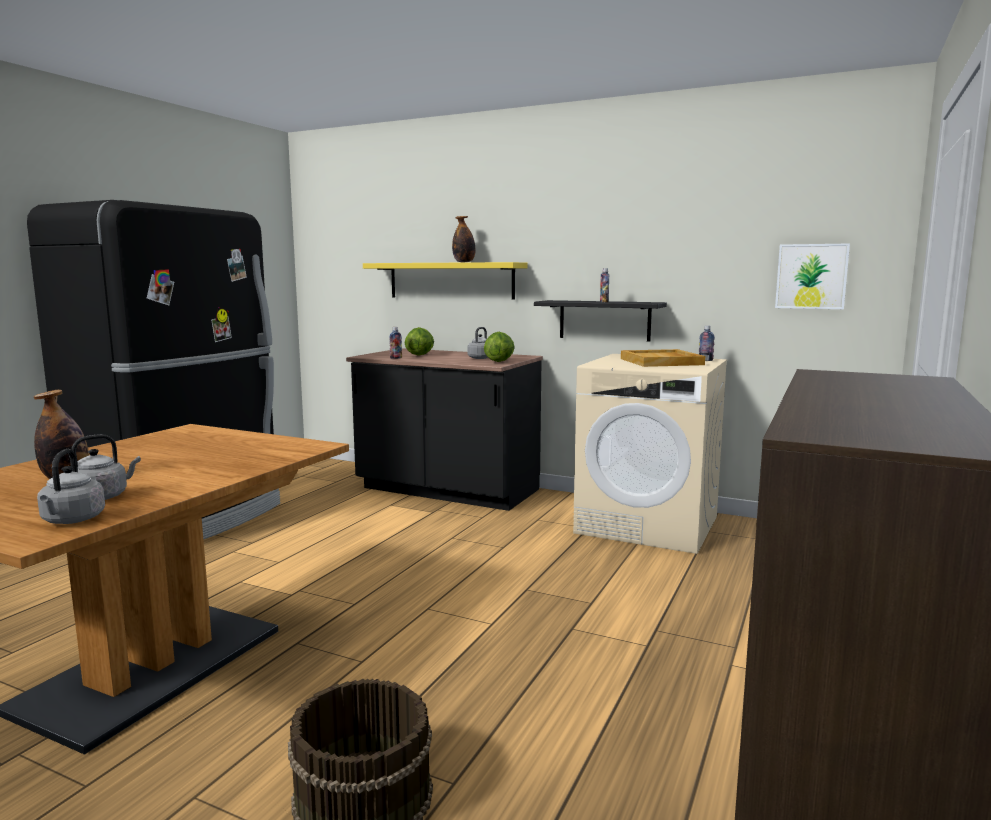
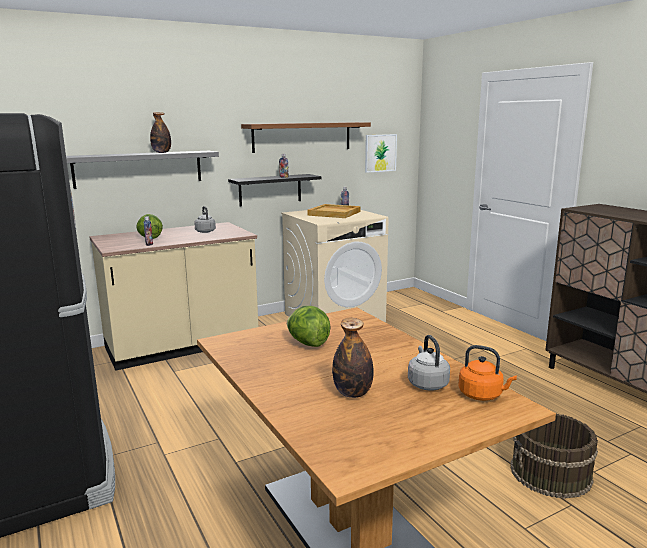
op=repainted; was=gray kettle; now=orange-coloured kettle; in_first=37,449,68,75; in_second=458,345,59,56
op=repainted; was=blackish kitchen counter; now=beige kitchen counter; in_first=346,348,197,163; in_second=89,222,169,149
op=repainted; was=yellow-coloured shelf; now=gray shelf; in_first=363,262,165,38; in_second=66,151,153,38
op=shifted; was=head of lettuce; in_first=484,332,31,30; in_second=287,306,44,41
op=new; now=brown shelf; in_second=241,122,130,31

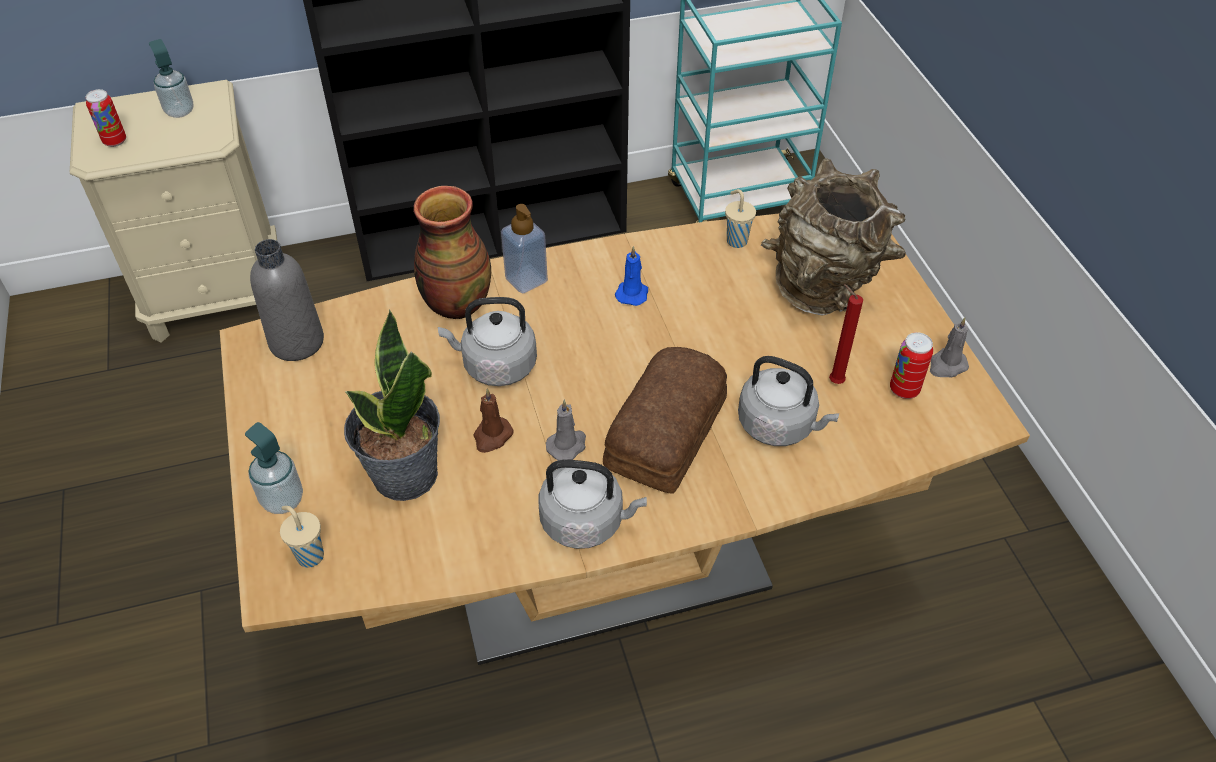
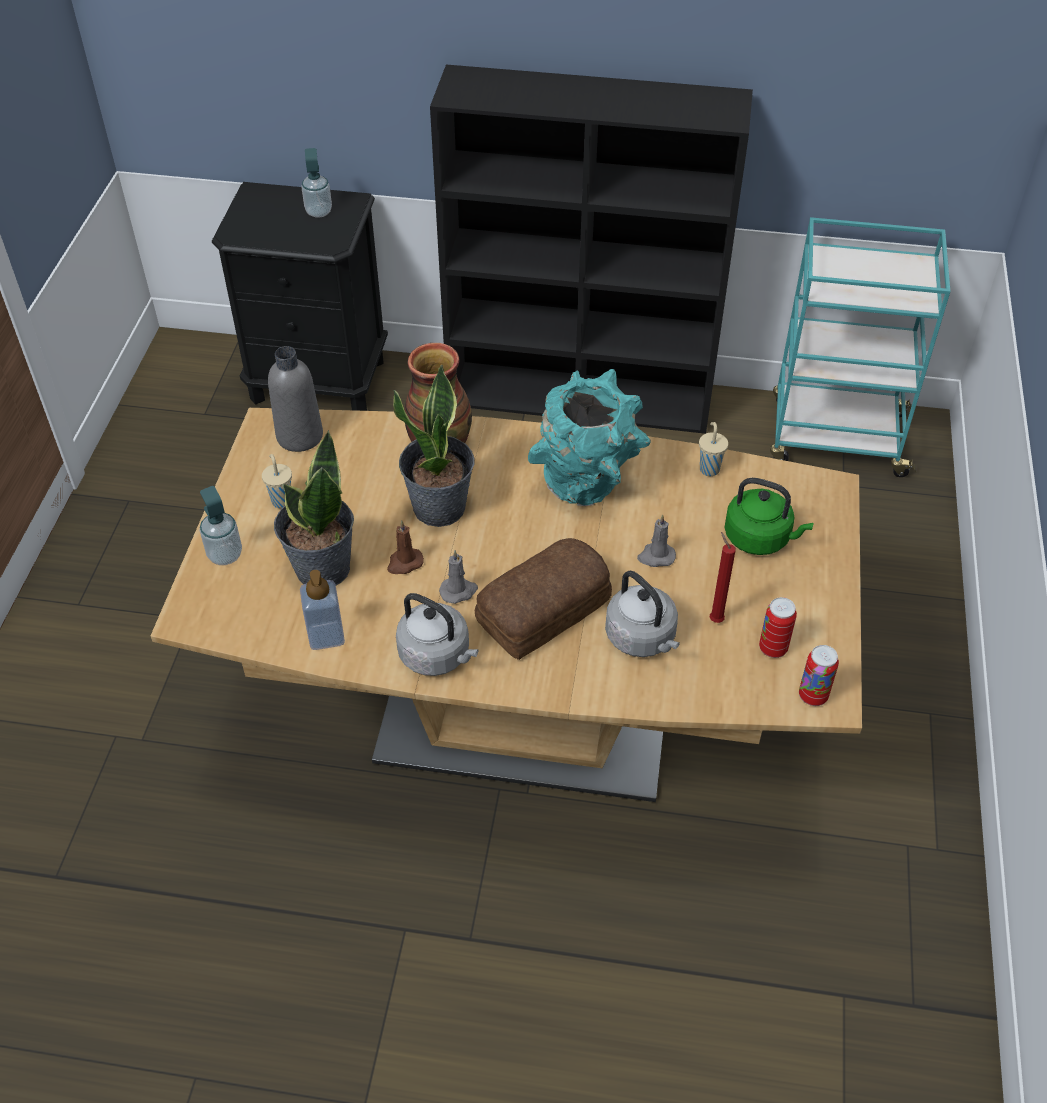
op=repainted; was=beige nightstand; now=blackish nightstand; in_first=70,80,207,263; in_second=212,182,176,229
op=shifted; was=sealed can; in_first=86,89,40,58; in_second=799,645,40,61
op=shifted; was=beige drinking cup; in_first=280,506,44,62; in_second=262,454,30,54
op=swapped; was=gray kettle; now=plant in a pot; in_first=438,297,99,89; in_second=393,364,81,163
op=shifted; was=liquid soap bottle; in_first=501,204,47,90; in_second=300,570,45,80
op=swapped; was=bluish candle; now=turquoise flower vase; in_first=615,246,33,60; in_second=528,369,123,137
op=swapped; was=brown flower vase; now=green kettle; in_first=761,158,145,157; in_second=725,478,88,77
op=shifted; was=gray candle; in_first=930,317,39,60; in_second=637,514,39,53

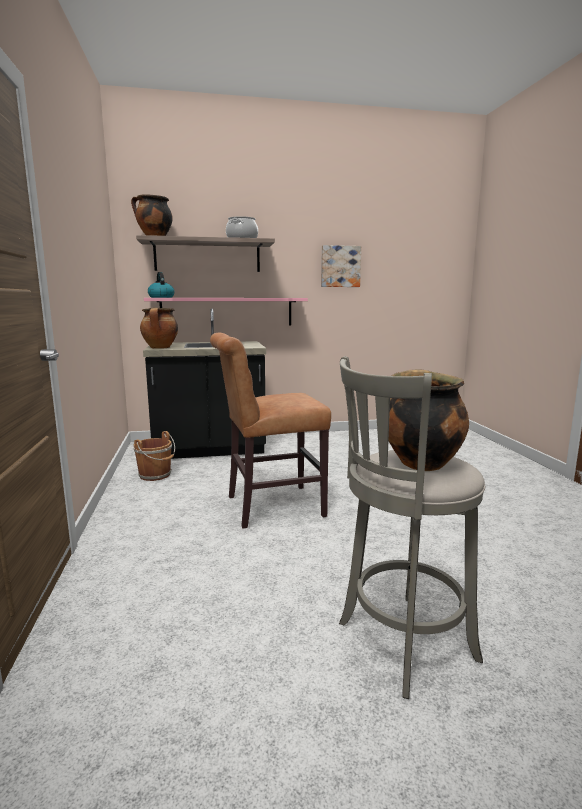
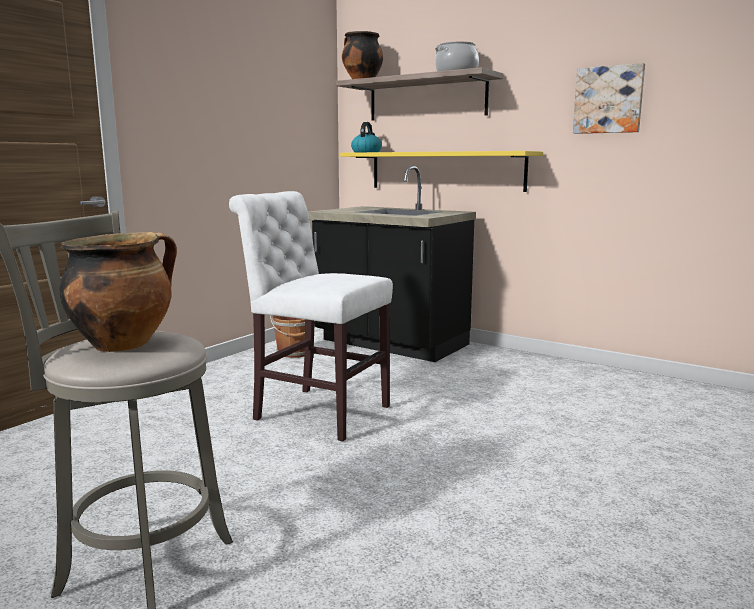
op=gone; was=saucepot; in_first=140,307,38,42
op=repainted; was=pink shelf; now=yellow-coloured shelf; in_first=144,298,164,28; in_second=340,151,203,41
op=repainted; was=brown chair; now=whitish chair; in_first=210,333,121,196; in_second=229,191,164,251

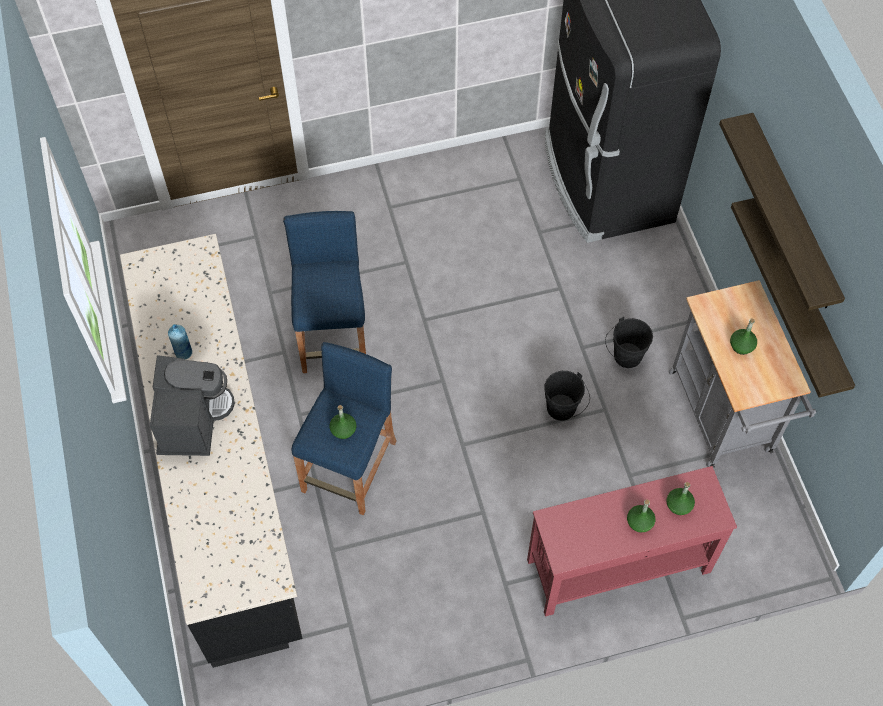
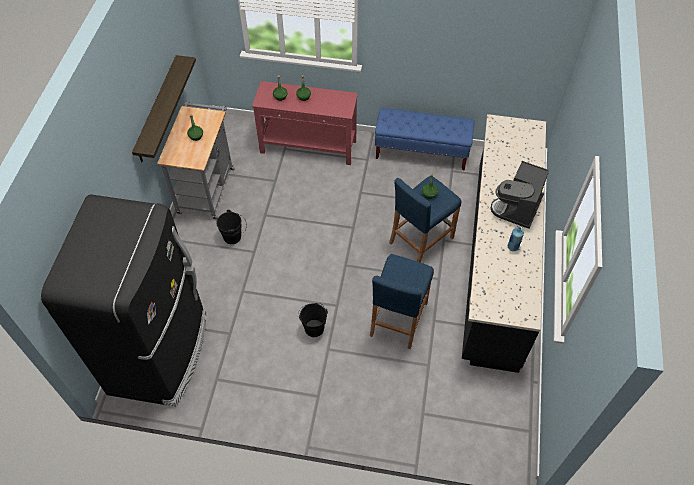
op=shifted; was=blackish bucket; in_first=545,371,45,50; in_second=299,303,29,34
op=gone; was=shelf; in_first=719,113,126,198
op=new; now=bluish indoor bench; in_second=375,108,99,62

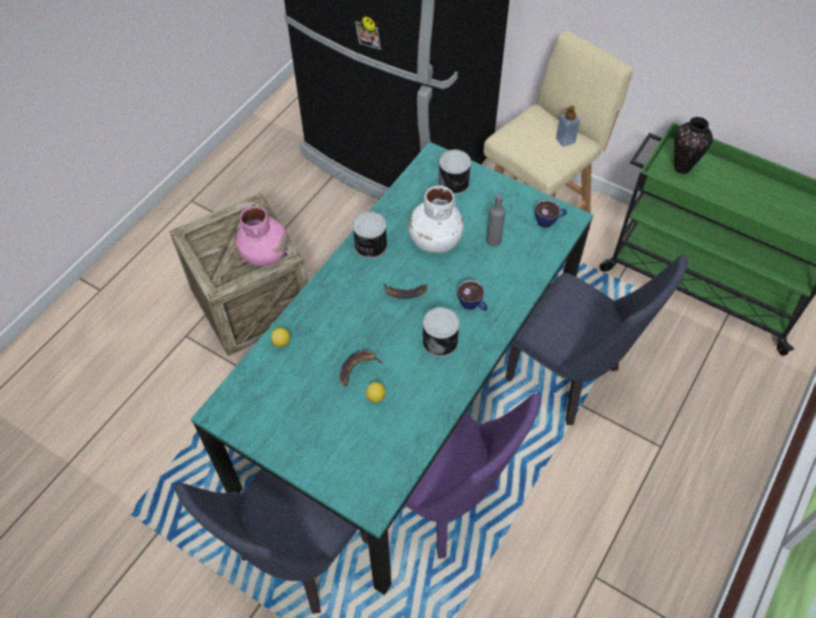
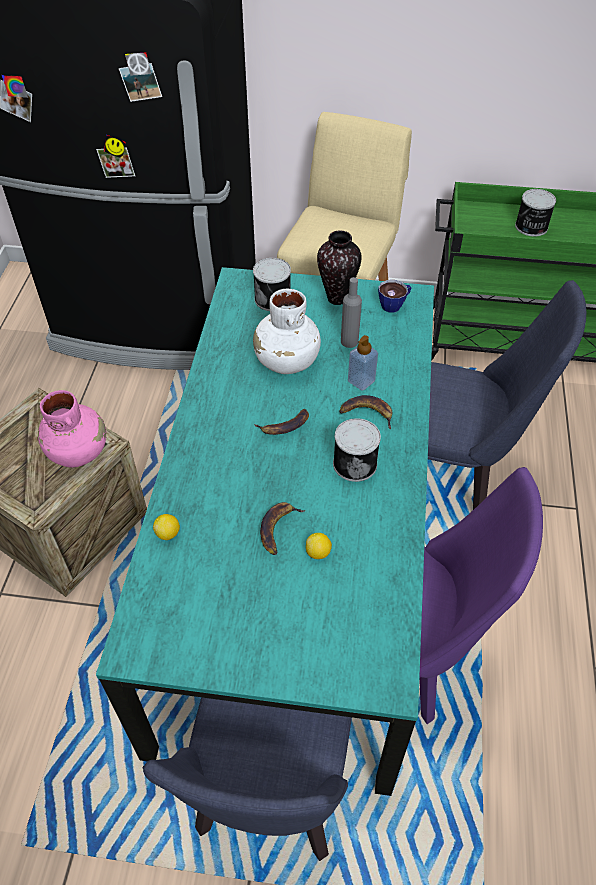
op=shifted; was=sealed can; in_first=353,211,34,48; in_second=515,189,41,47
op=swapped; was=drinking cup; now=whole banana; in_first=457,280,31,31; in_second=339,395,53,34
op=shifted; was=liquid soap bottle; in_first=556,106,24,41; in_second=348,335,30,56
op=shifted; was=flower vase; in_first=674,117,39,57; in_second=317,231,45,74

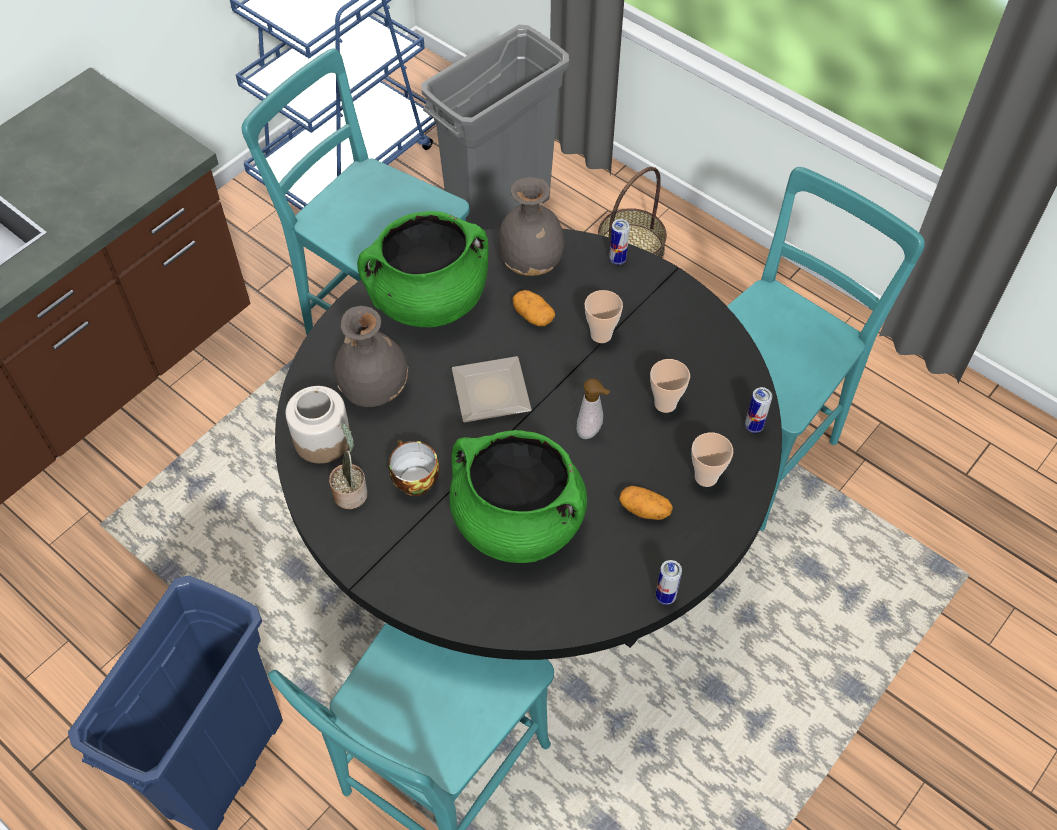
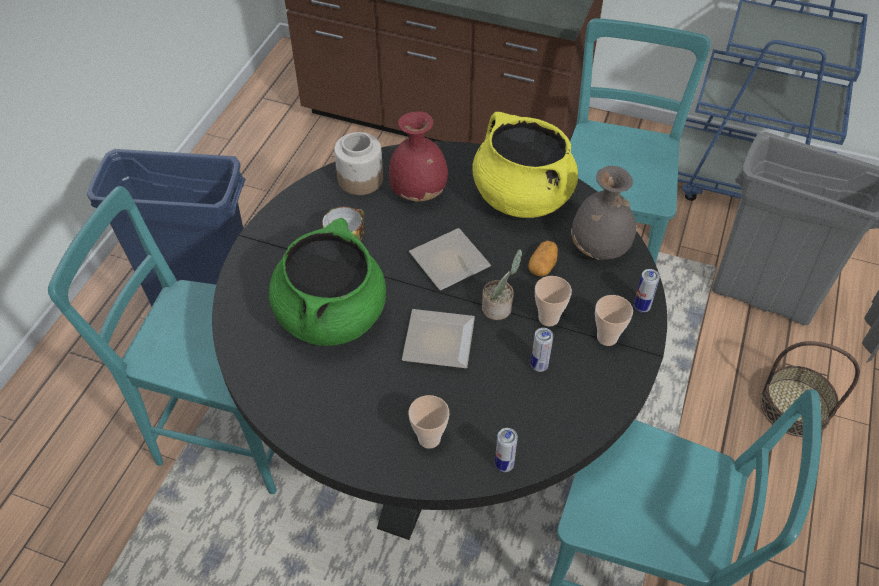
op=shifted; was=plant in a pot; in_first=329,423,39,86; in_second=482,249,40,71
op=repainted; was=gray flower vase; now=reddish flower vase; in_first=334,306,75,101; in_second=389,111,59,90
op=repainted; was=green saucepot; now=yellow-coloured saucepot; in_first=357,211,132,116; in_second=472,112,106,106
op=swapped; was=liquid soap bottle; now=dinner plate; in_first=576,378,34,61; in_second=402,309,73,59
op=gone; was=spud; in_first=619,486,54,34
op=shifted; was=drinking cup; in_first=650,359,40,54; in_second=595,295,38,51
op=shifted; was=sealed can; in_first=656,560,26,45; in_second=531,328,22,44

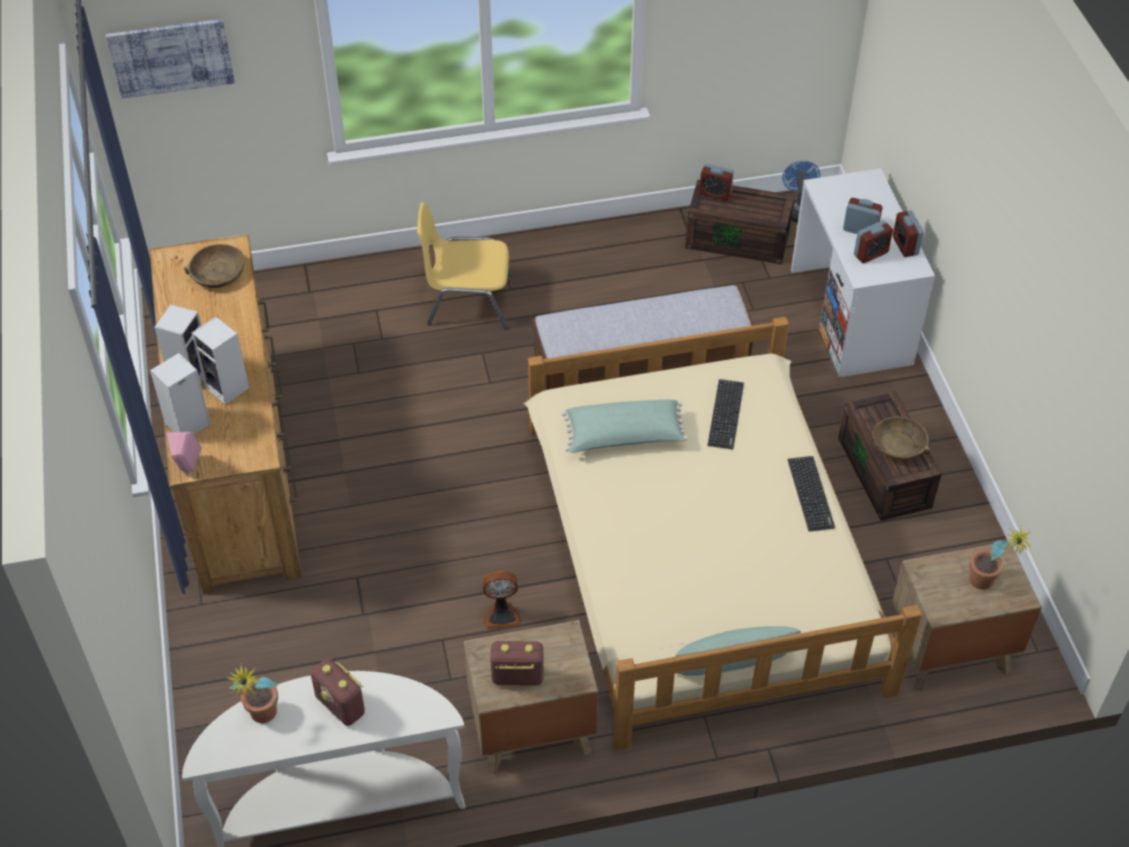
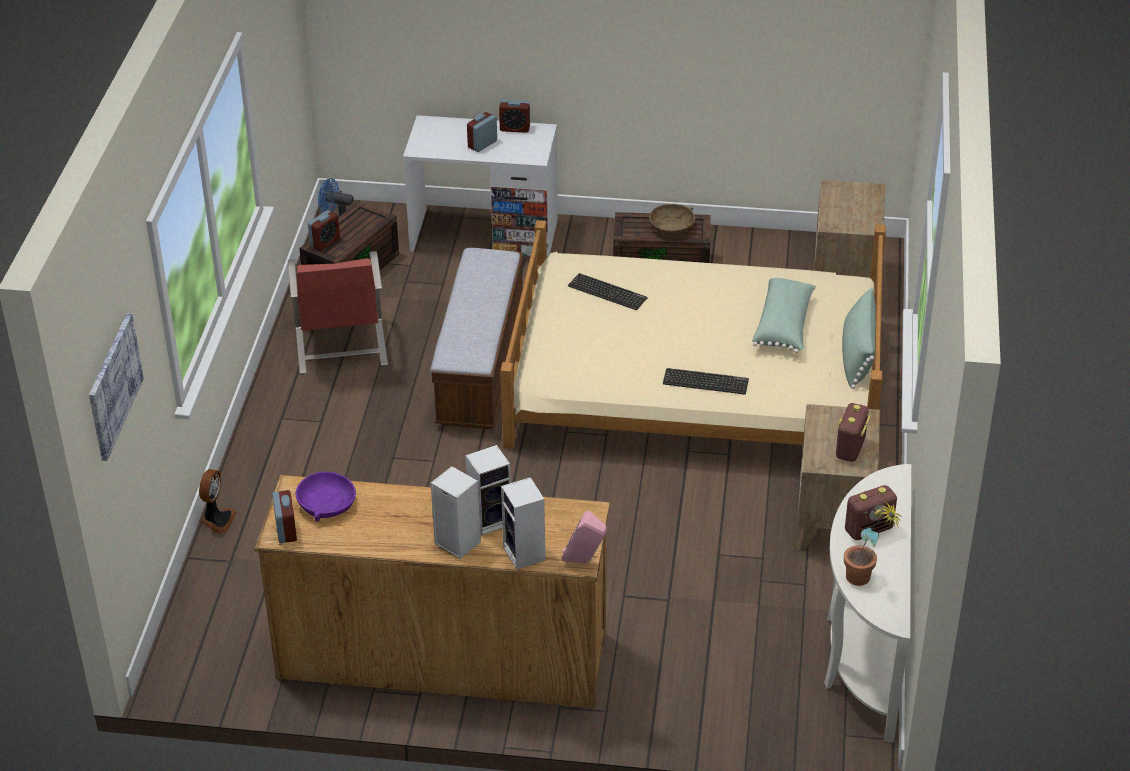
op=repainted; was=brown deep dish; now=purplish deep dish; in_first=184,244,61,44; in_second=296,472,60,50
op=gone; was=yellow-coloured chair; in_first=417,202,95,127
op=shifted; was=cooling fan; in_first=482,570,40,59; in_second=199,469,38,65
op=shifted; was=green cushion; in_first=562,400,126,53; in_second=752,278,64,75
op=shifted; was=computer keyboard; in_first=788,456,47,76; in_second=663,368,86,26
op=shifted; was=table clock; in_first=854,220,39,43; in_second=272,490,25,53
op=gone; was=plant in a pot; in_first=969,528,62,62
op=new; now=reddish chair; in_second=288,251,100,123

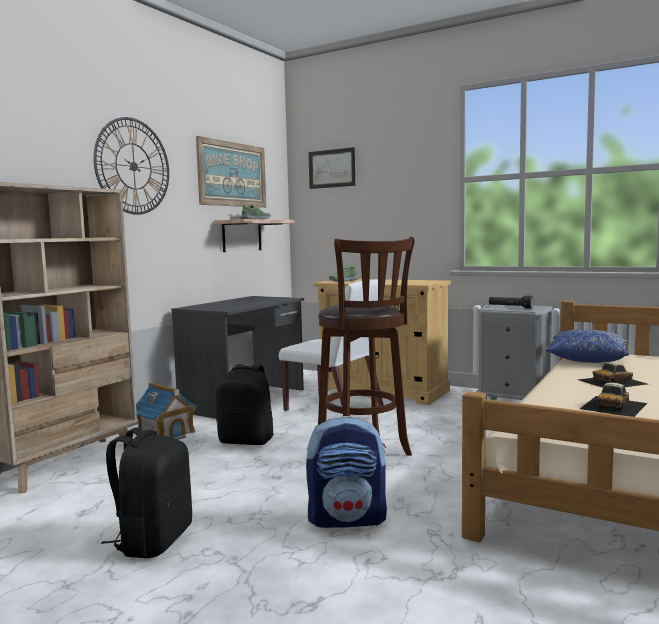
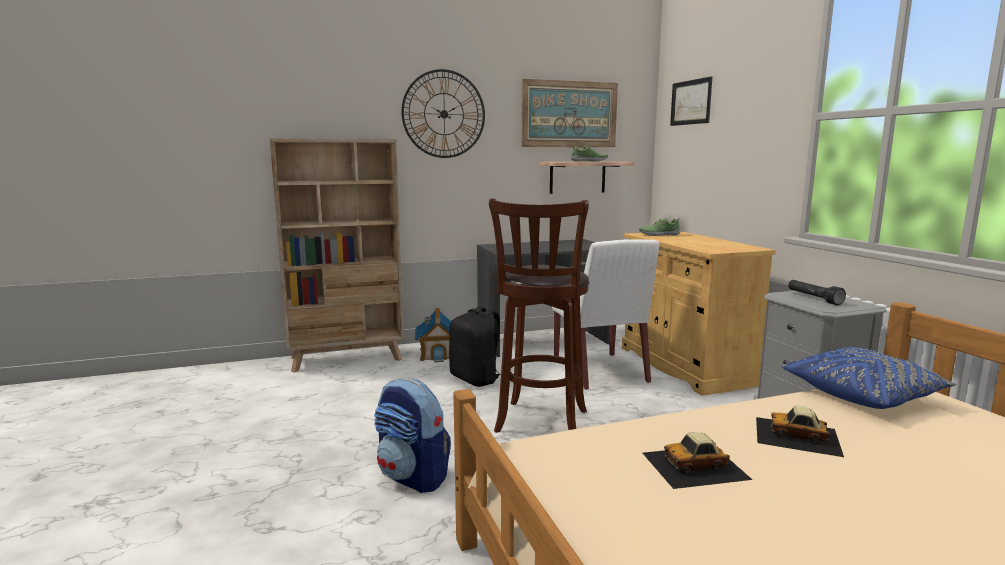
op=gone; was=blackish rucksack; in_first=101,427,91,131

